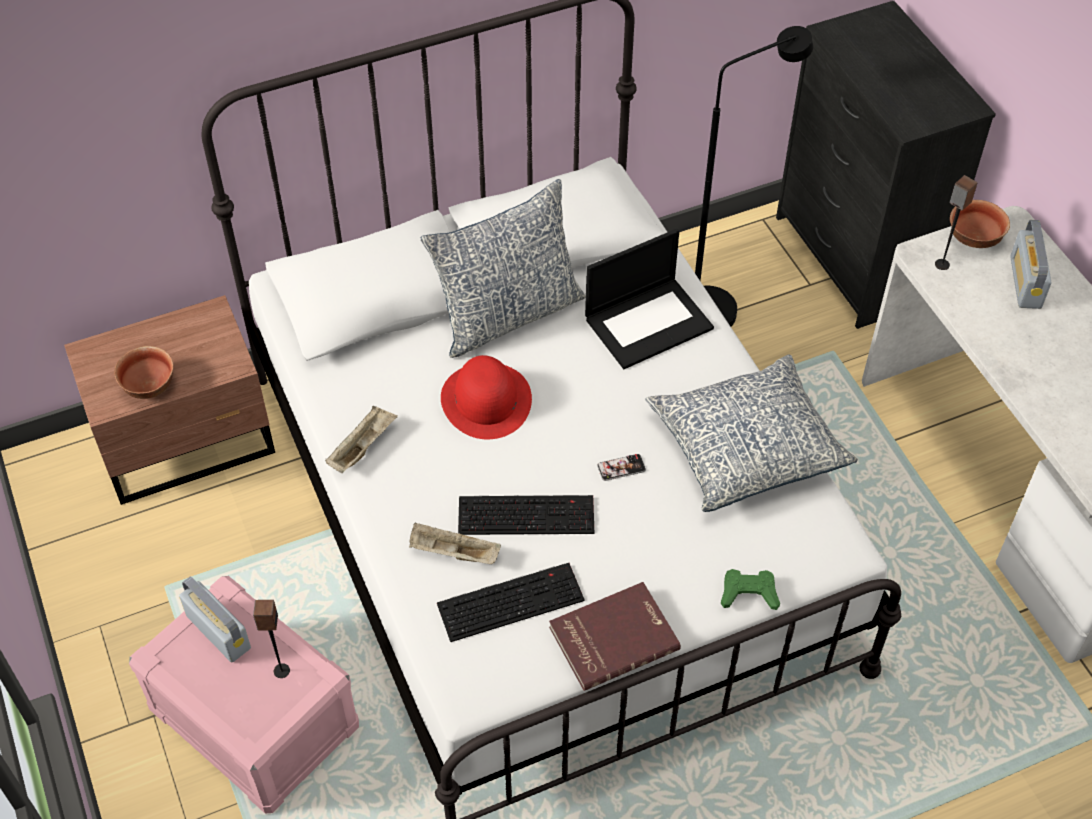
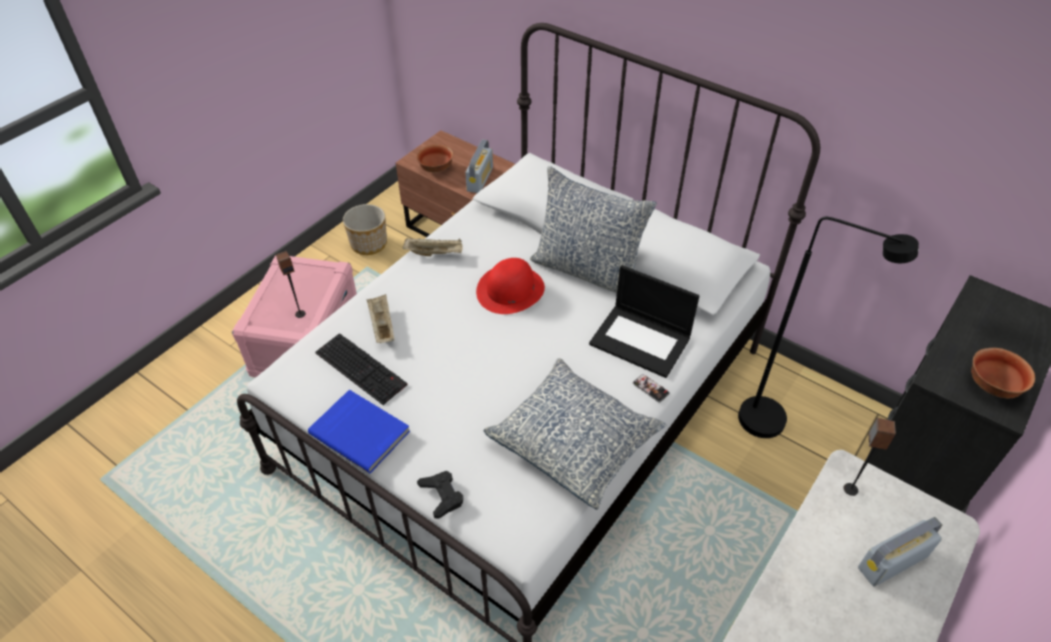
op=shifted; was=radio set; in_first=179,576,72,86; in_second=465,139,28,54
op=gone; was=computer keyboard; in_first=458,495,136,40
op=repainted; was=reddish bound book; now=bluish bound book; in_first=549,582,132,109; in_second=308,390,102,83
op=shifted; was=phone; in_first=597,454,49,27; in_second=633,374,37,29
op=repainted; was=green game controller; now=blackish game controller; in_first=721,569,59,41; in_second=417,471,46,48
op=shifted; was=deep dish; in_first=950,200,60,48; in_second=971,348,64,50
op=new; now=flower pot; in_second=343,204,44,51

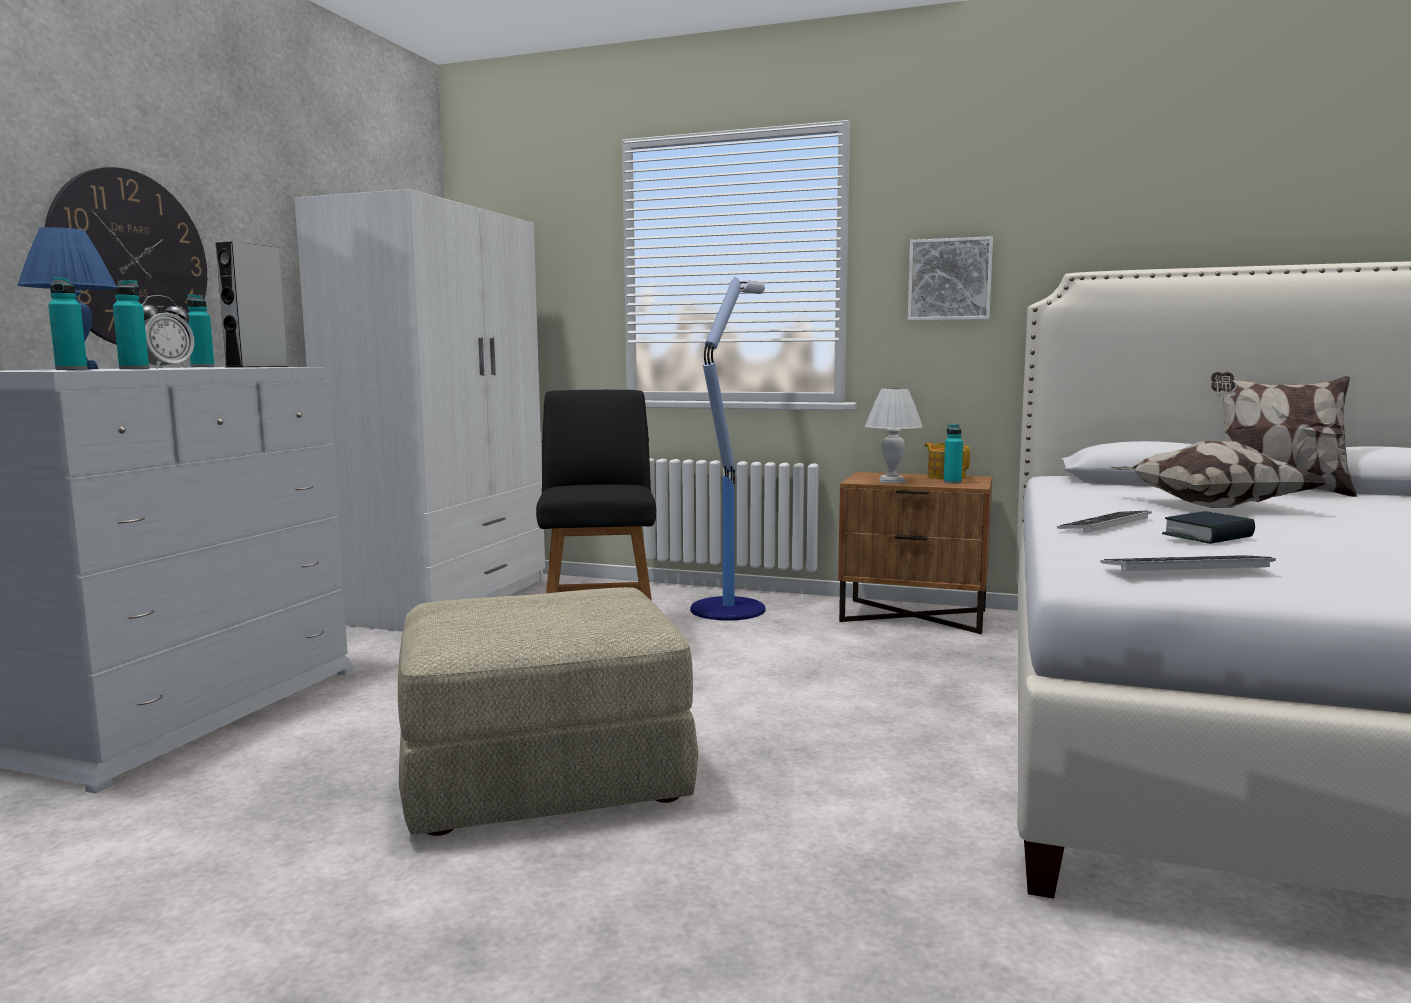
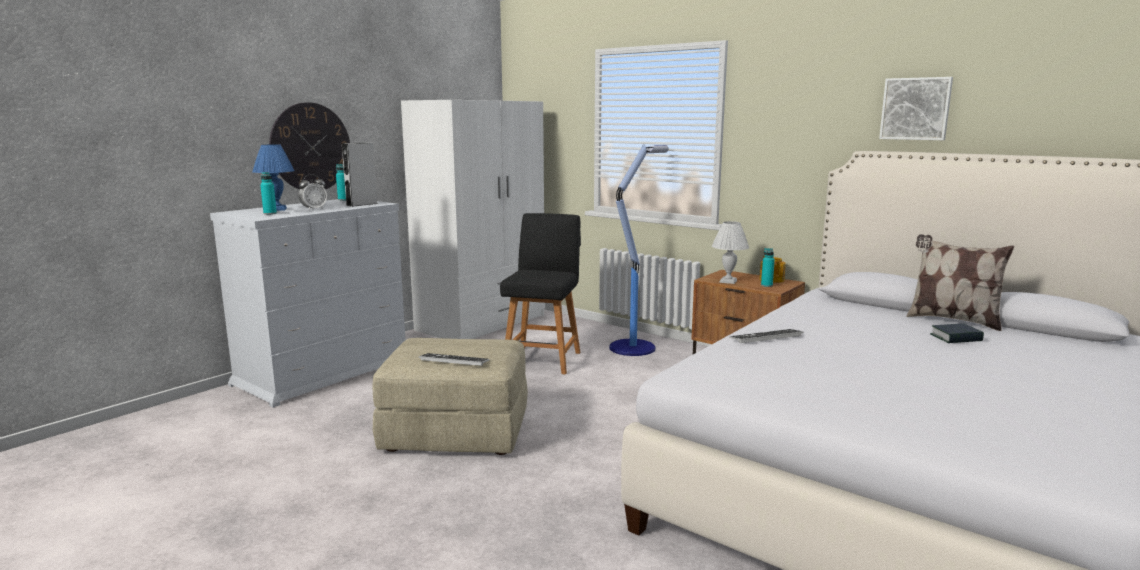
op=gone; was=turquoise drink bottle; in_first=113,280,36,89
op=shifted; was=wall art; in_first=908,236,85,85; in_second=879,77,74,63
op=shifted; was=computer keyboard; in_first=1100,555,176,16; in_second=419,353,71,13
op=gone; was=cushion; in_first=1110,441,217,67
op=shifted; was=bound book; in_first=1162,511,93,33; in_second=930,323,54,20

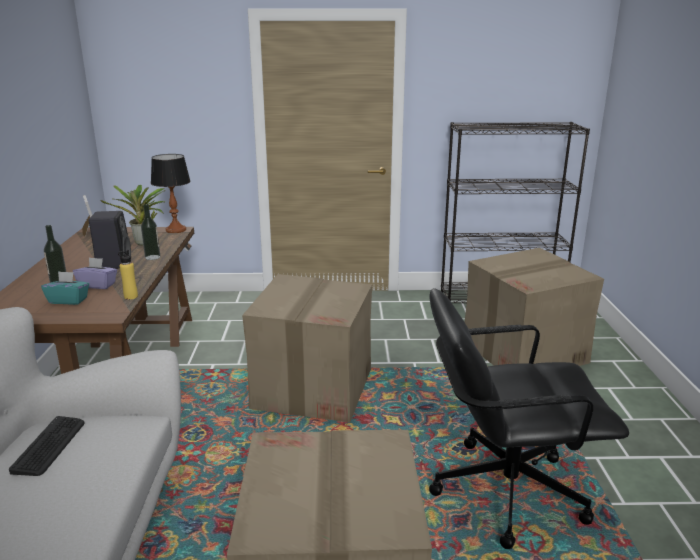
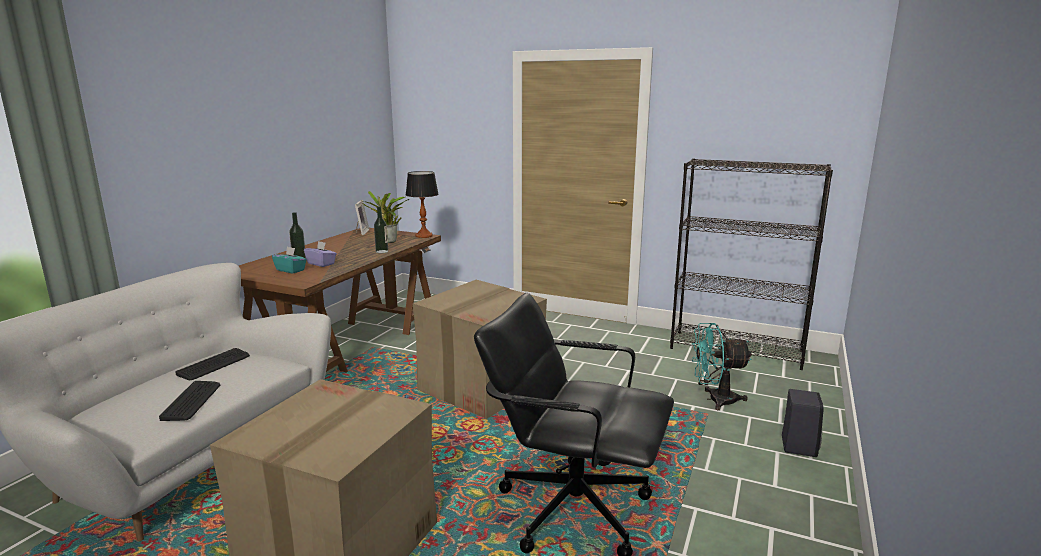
op=shifted; was=blackish audio speaker; in_first=89,211,42,58; in_second=782,389,42,68
op=gone; was=yellow-coloured drink bottle; in_first=118,250,20,50
op=swapped; was=cardboard box; now=turquoise cooling fan; in_first=465,248,139,118; in_second=692,323,60,87
op=new; now=computer keyboard; in_second=159,381,61,40

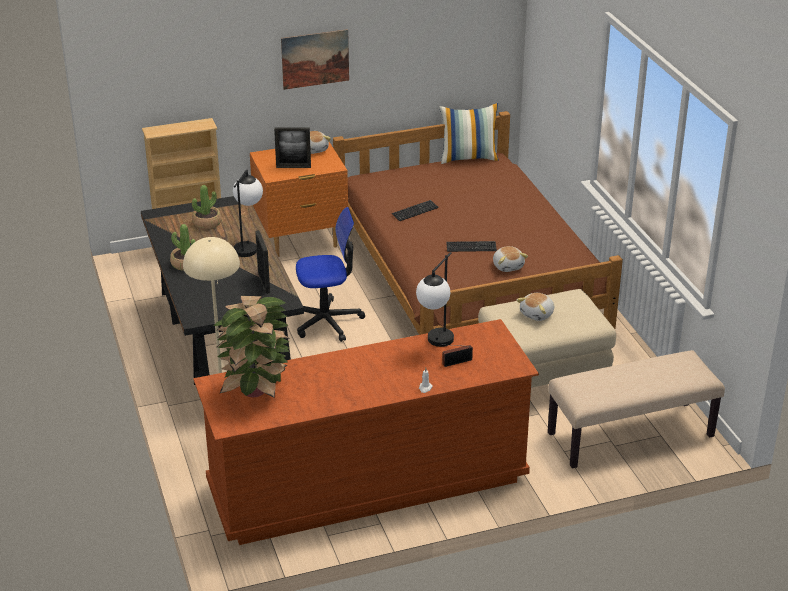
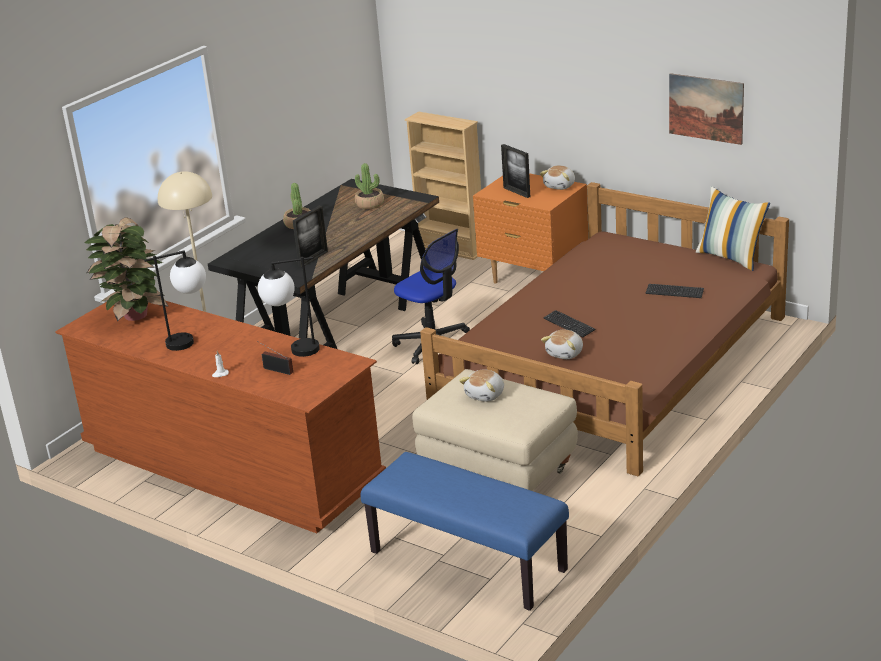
op=shifted; was=tabletop lamp; in_first=233,170,30,87; in_second=144,250,62,101
op=shifted; was=wall art; in_first=281,29,68,61; in_second=669,73,75,72
op=shifted; was=computer keyboard; in_first=392,200,47,21; in_second=646,284,58,14
op=rotated; was=soft toy; in_first=517,293,37,28; in_second=459,369,45,33; clockwise=-60
op=repainted; was=beige indoor bench; now=bluish indoor bench; in_first=548,350,177,118; in_second=361,452,208,159

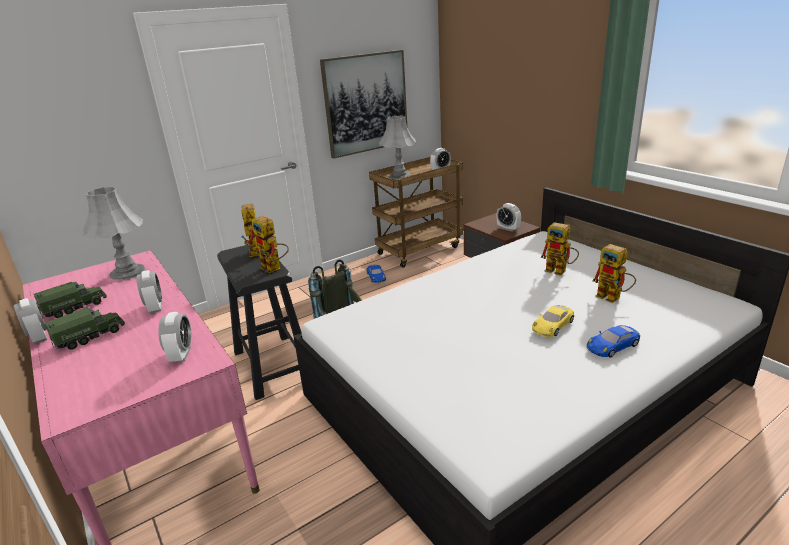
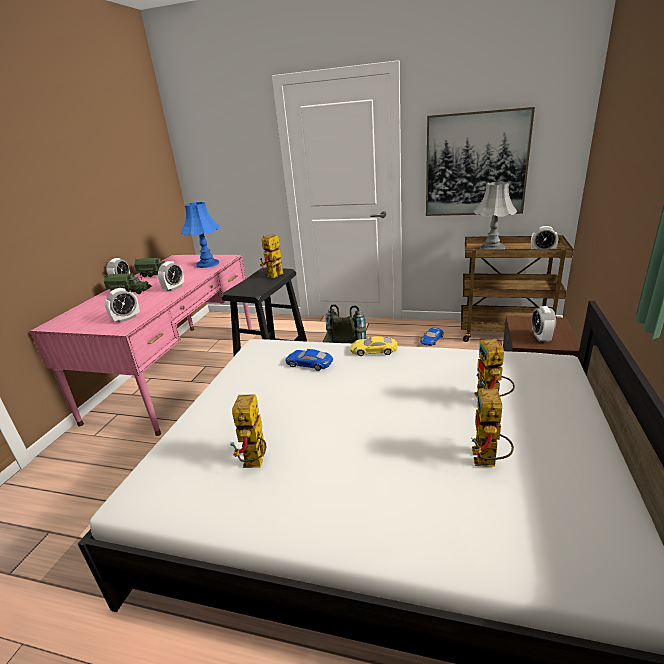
op=repainted; was=gray tabletop lamp; now=bluish tabletop lamp; in_first=82,187,63,94; in_second=181,202,39,66
op=shifted; was=toy robot; in_first=251,216,38,57; in_second=230,394,36,74
op=shifted; was=yellow-coloured model car; in_first=532,305,42,32; in_second=350,336,48,20
op=shifted; was=bluish model car; in_first=587,325,53,33; in_second=286,349,47,22

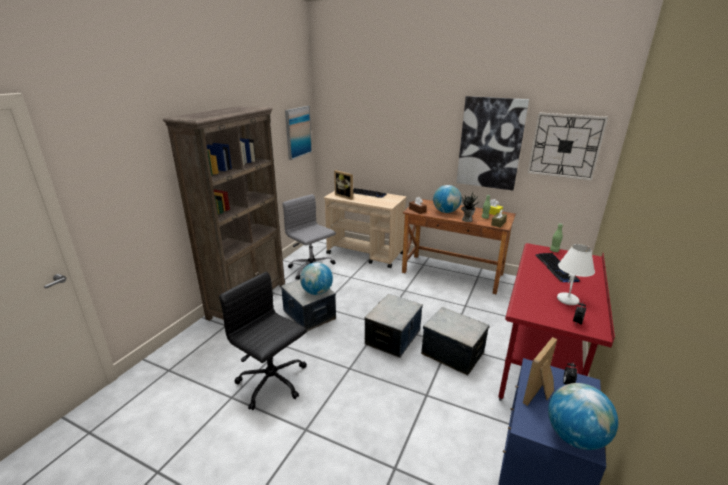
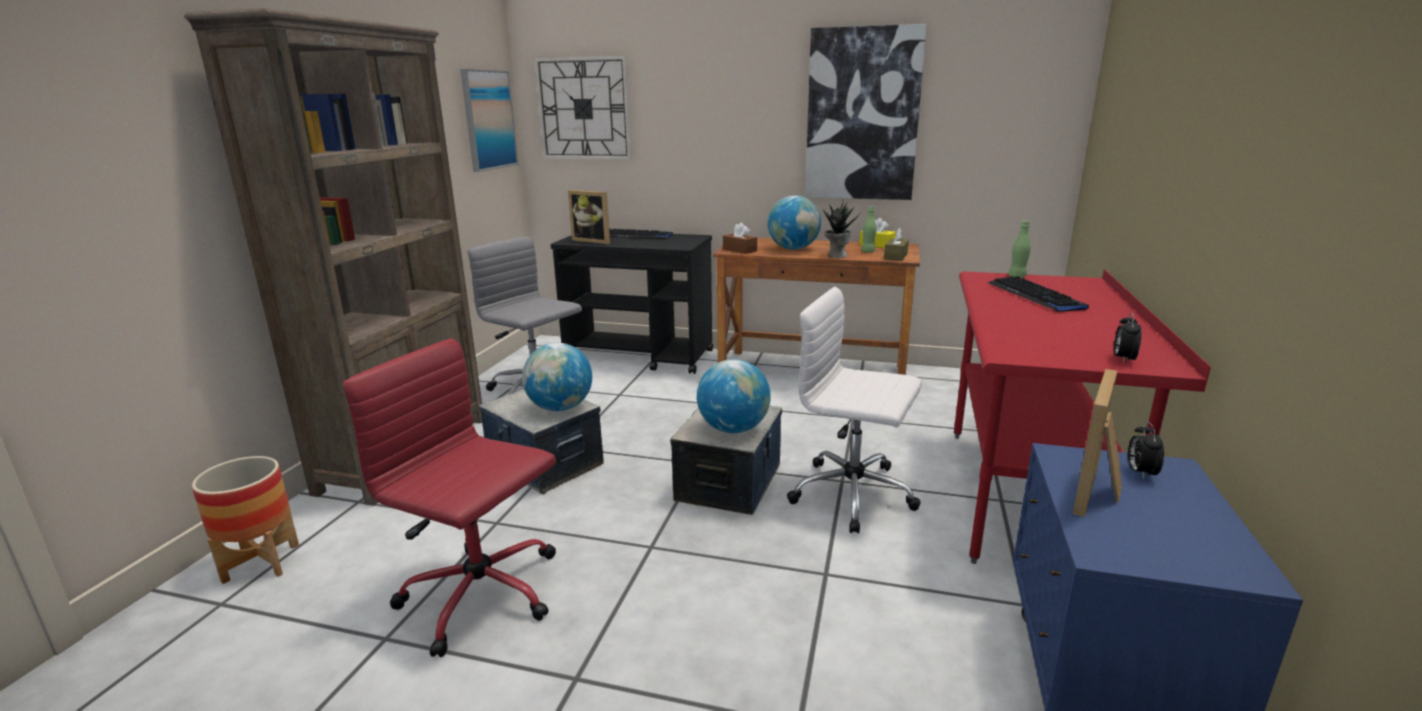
op=repainted; was=blackish office chair; now=reddish office chair; in_first=219,272,88,138; in_second=343,338,213,319
op=repainted; was=beige wheeled cart; now=blackish wheeled cart; in_first=324,188,83,80; in_second=550,234,163,140
op=swapped; was=storage container; now=whitish office chair; in_first=421,307,69,69; in_second=787,286,135,248
op=shifted; was=clock on the wall; in_first=527,112,81,69; in_second=534,55,98,105
op=shifted; was=world globe; in_first=548,383,70,67; in_second=697,359,74,74
op=gone; was=whitish tabletop lamp; in_first=557,244,38,61
op=new; now=flower pot; in_second=192,456,107,128

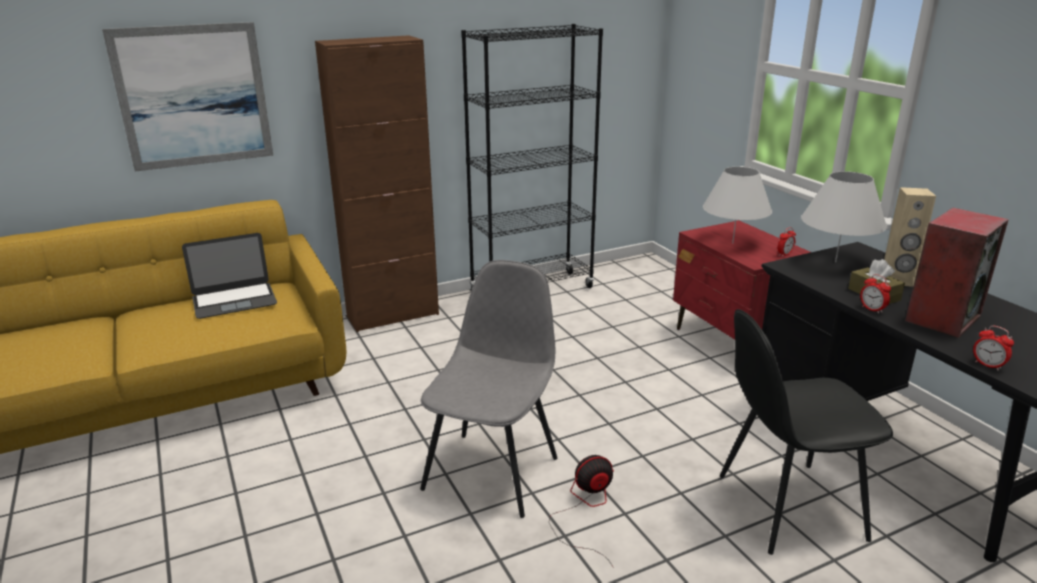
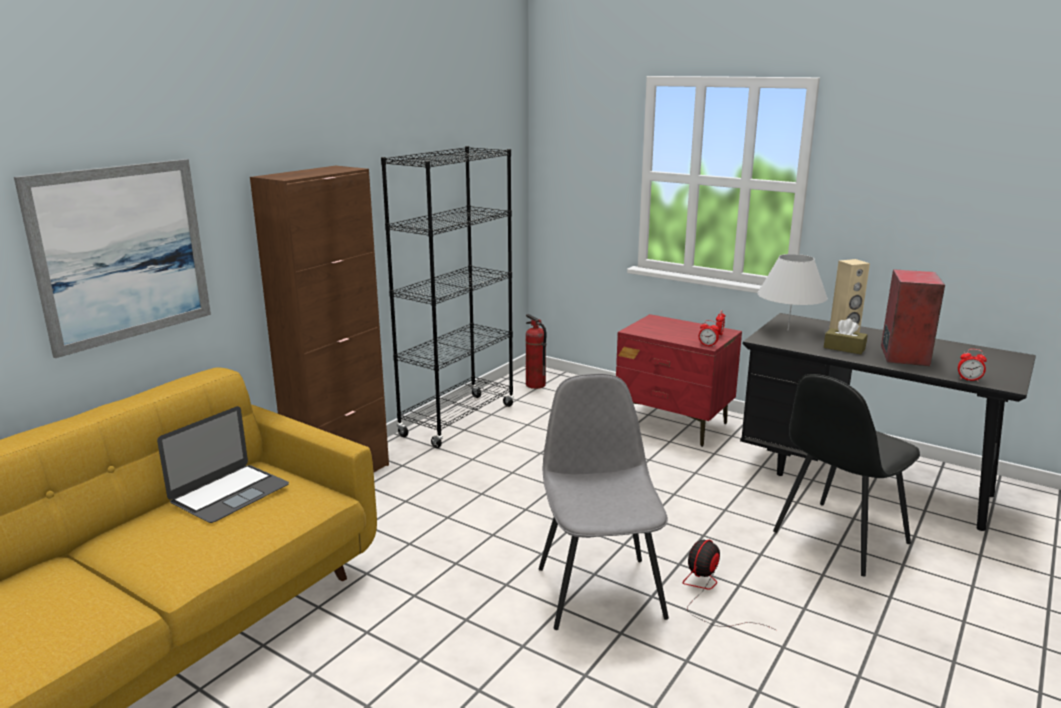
op=gone; was=whitish tabletop lamp; in_first=703,167,69,76
op=shifted; was=table clock; in_first=860,274,31,40; in_second=699,320,20,27
op=new; now=fire-fighting cylinder; in_second=525,314,22,75

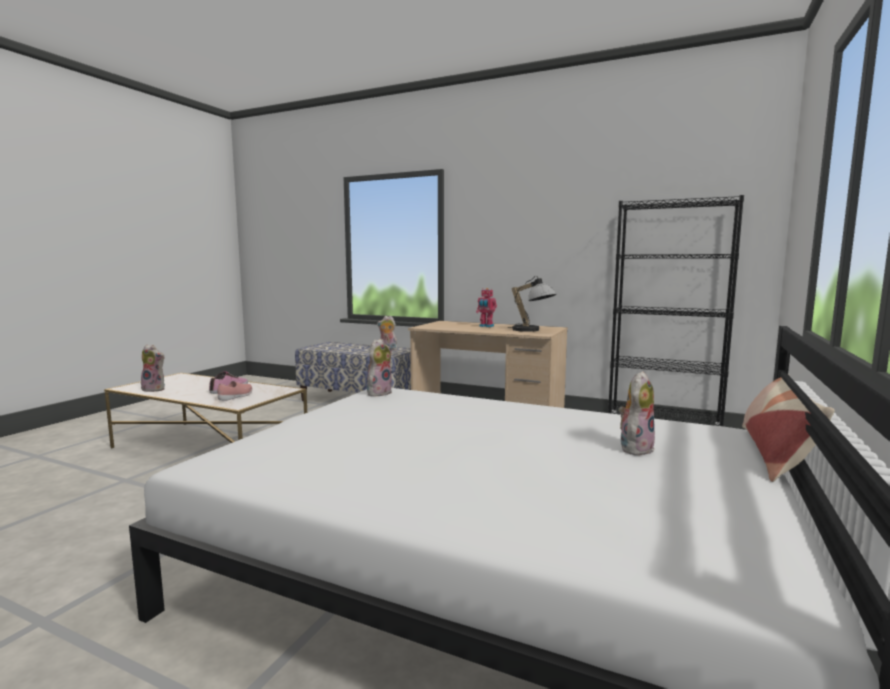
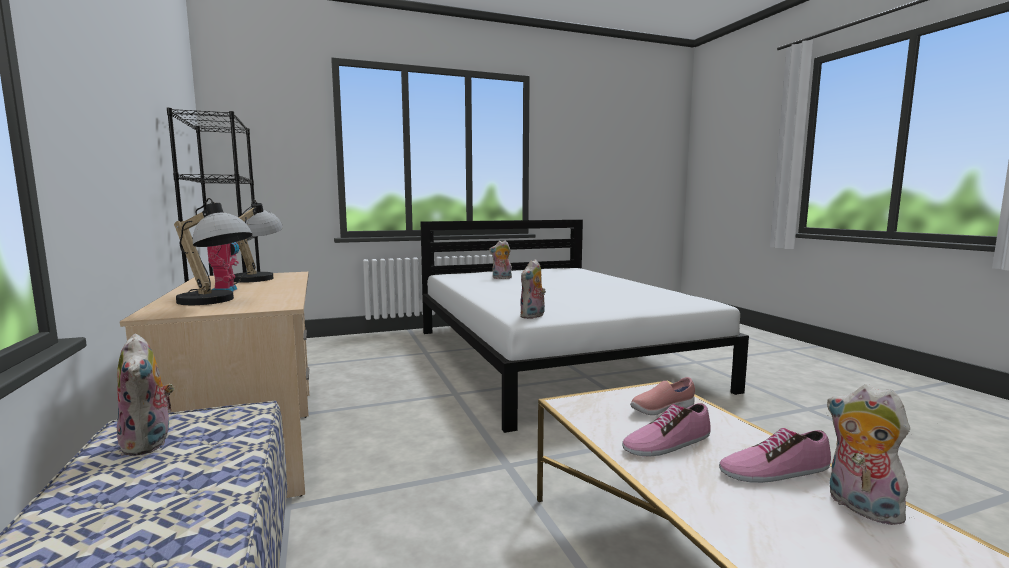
op=rotated; was=soft toy; in_first=367,339,25,58; in_second=520,259,26,60; clockwise=-45
op=gone; was=cushion; in_first=742,374,93,108
op=new; now=tabletop lamp; in_second=174,198,79,107
op=new; now=item of footwear; in_second=719,428,112,55

